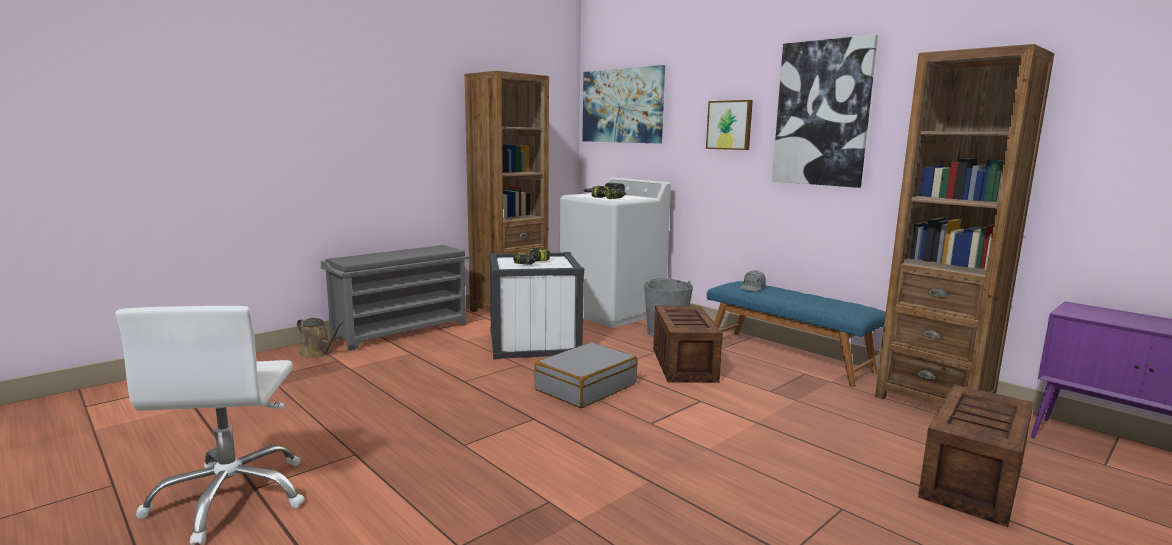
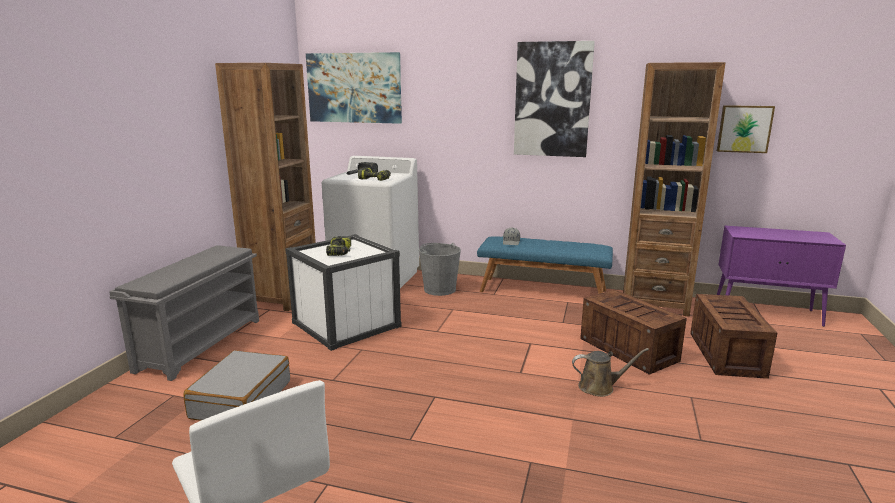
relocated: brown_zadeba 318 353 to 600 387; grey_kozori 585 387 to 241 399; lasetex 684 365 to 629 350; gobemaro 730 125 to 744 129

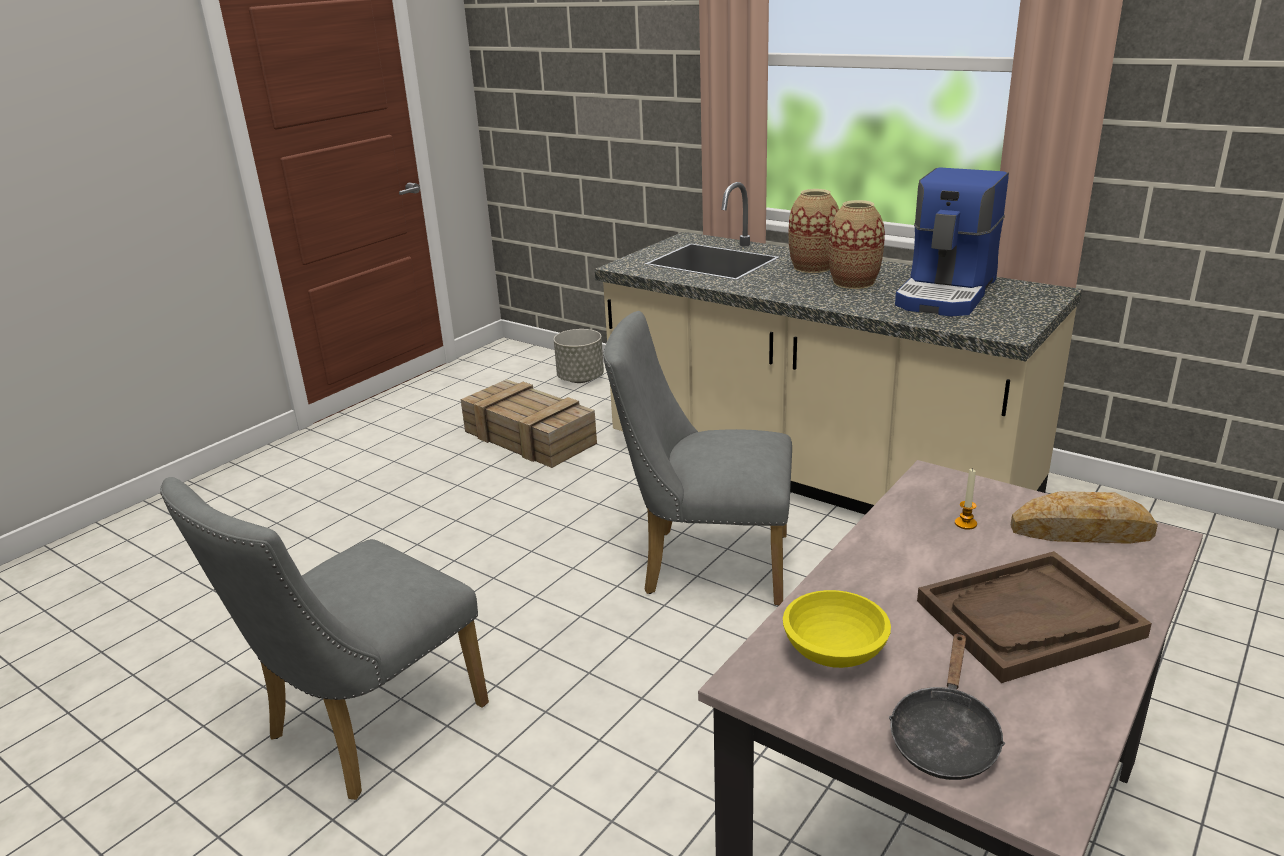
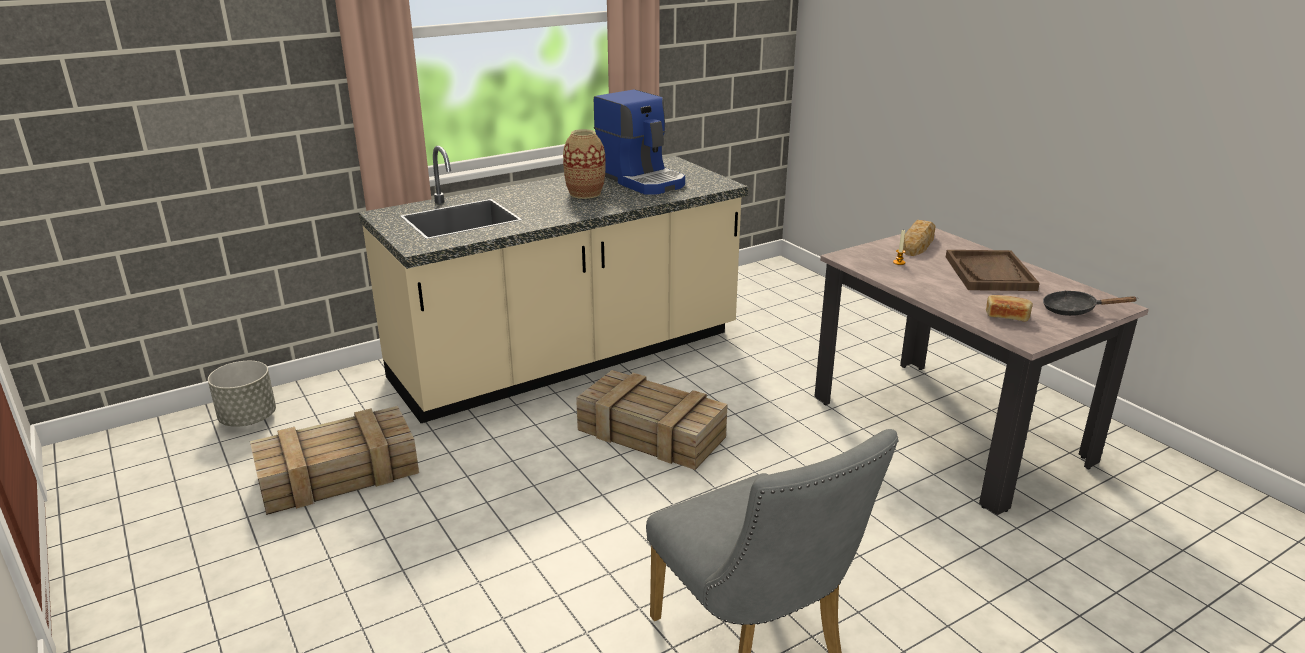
missing: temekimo 812 267
exchanged: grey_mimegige 704 564 to lasetex 649 433; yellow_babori 836 652 to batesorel 1007 316
spun: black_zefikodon 944 736 = 1074 310 150 degrees clockwise

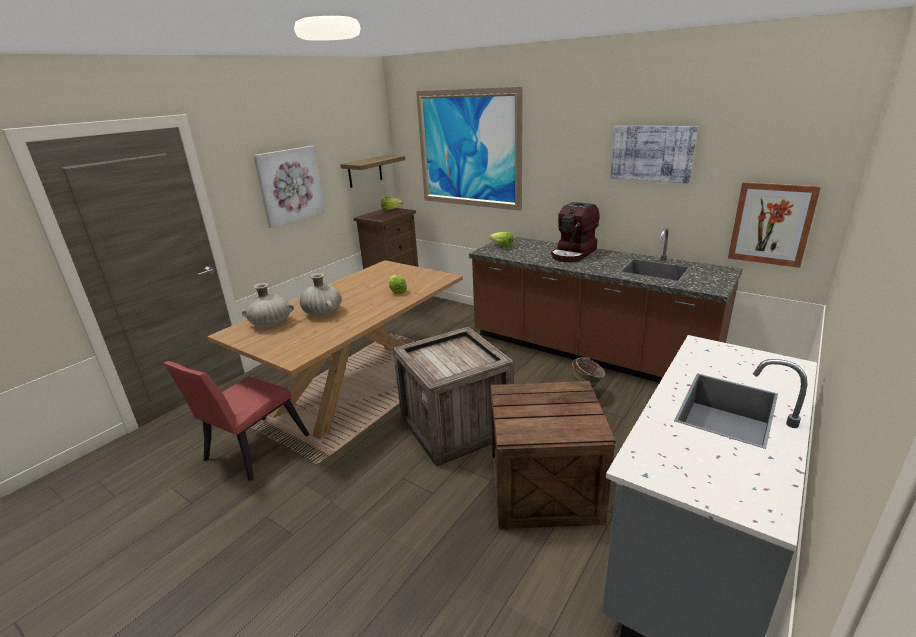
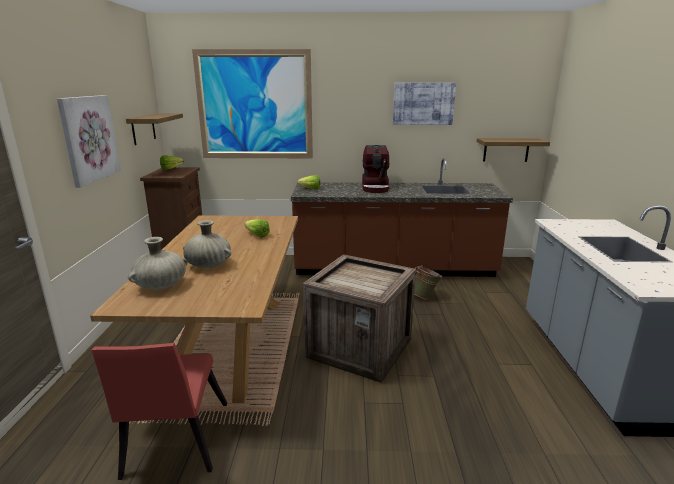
missing: lasetex 544 487
exchanged: gobemaro 771 224 to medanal 506 149

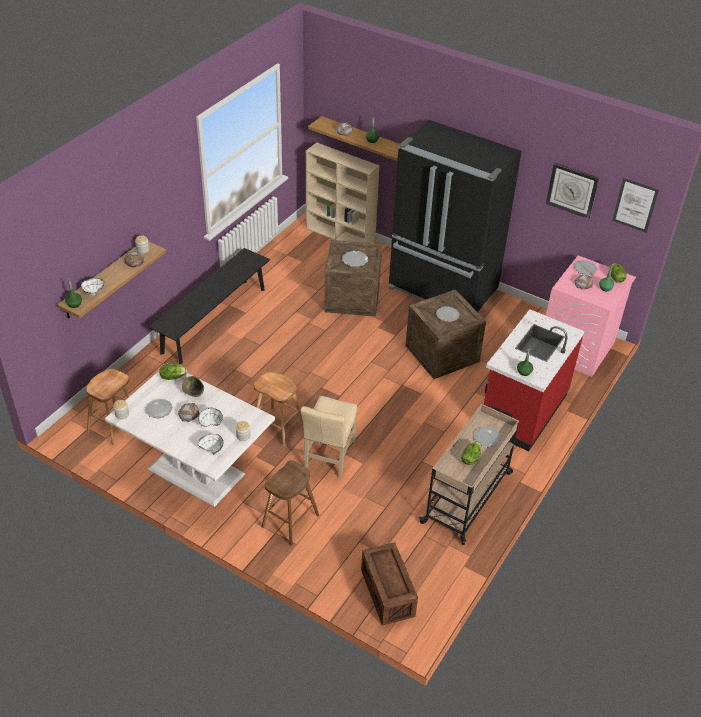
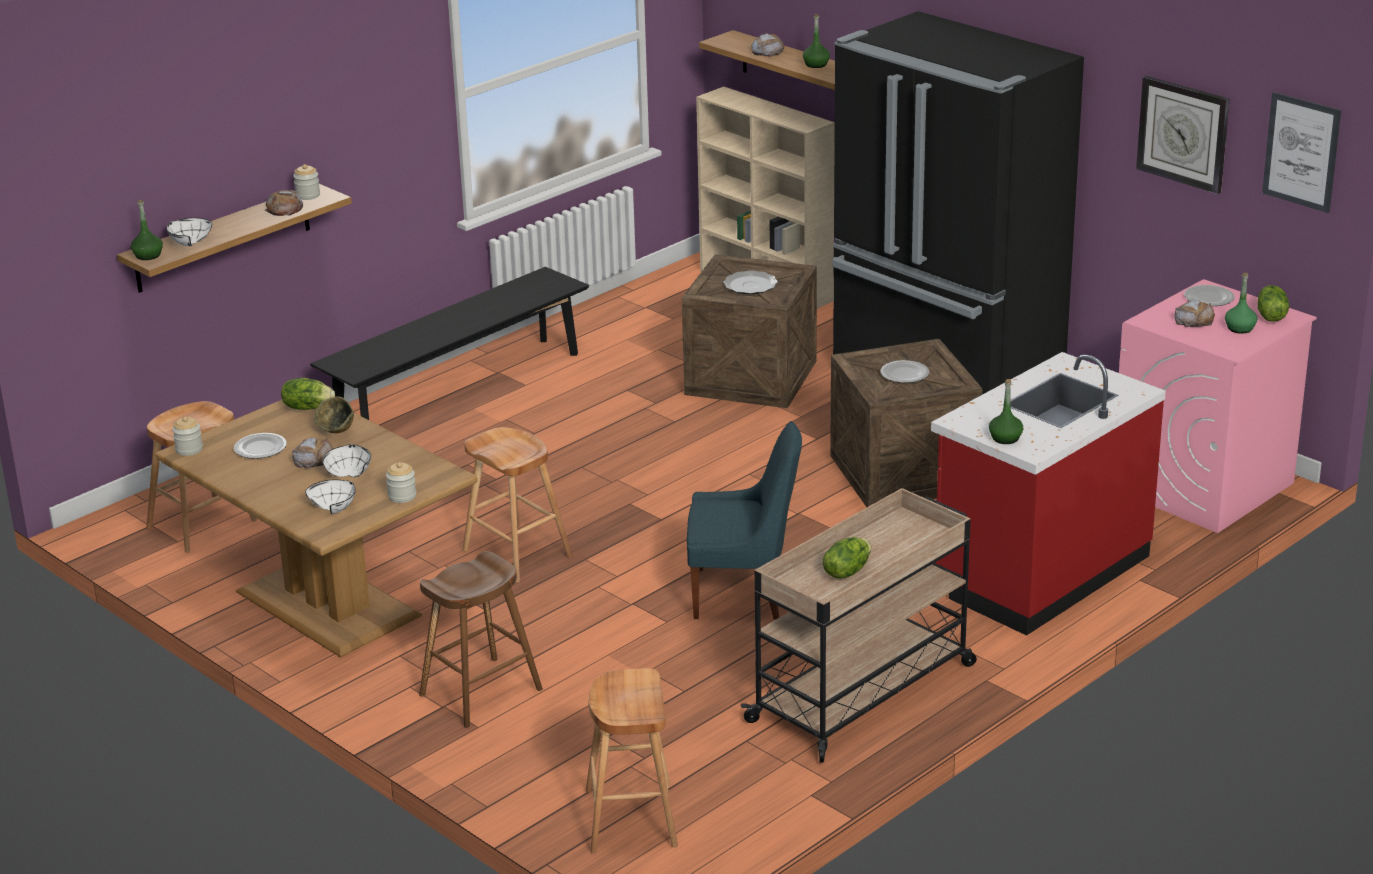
missing: beige_mimegige 329 456; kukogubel 486 437
appeared: blue_mimegige 743 594
exchanged: lasetex 387 593 to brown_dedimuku 631 818
colour: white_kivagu 196 471 to brown_kivagu 329 603

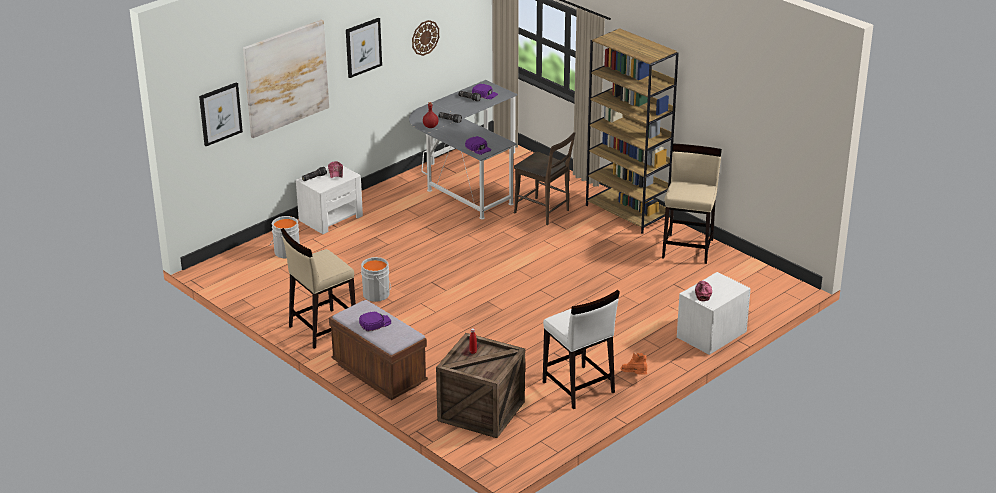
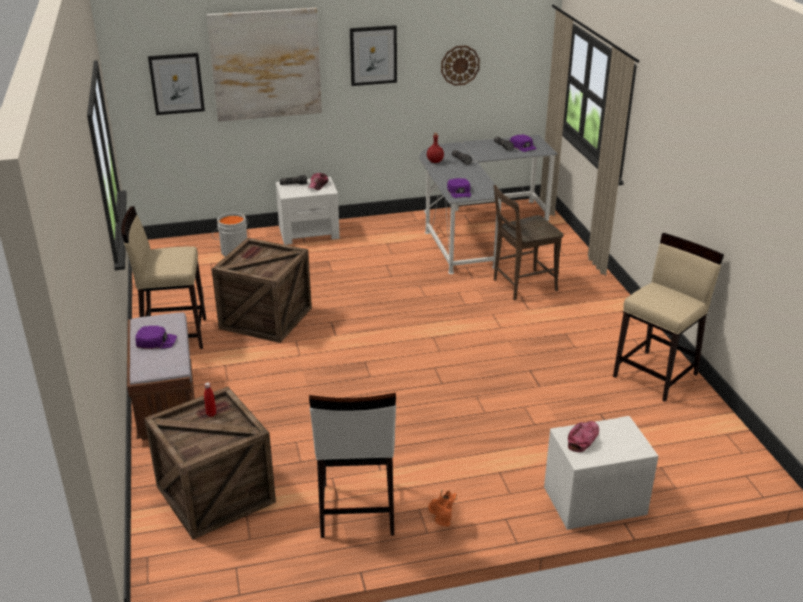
missing: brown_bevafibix 627 212
exchanged: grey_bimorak 377 294 to lasetex 265 317
spun: brown_mimegige 544 212 = 521 285 90 degrees clockwise

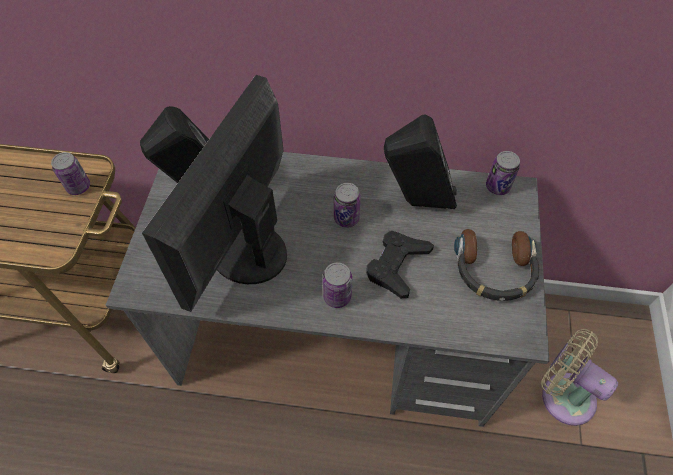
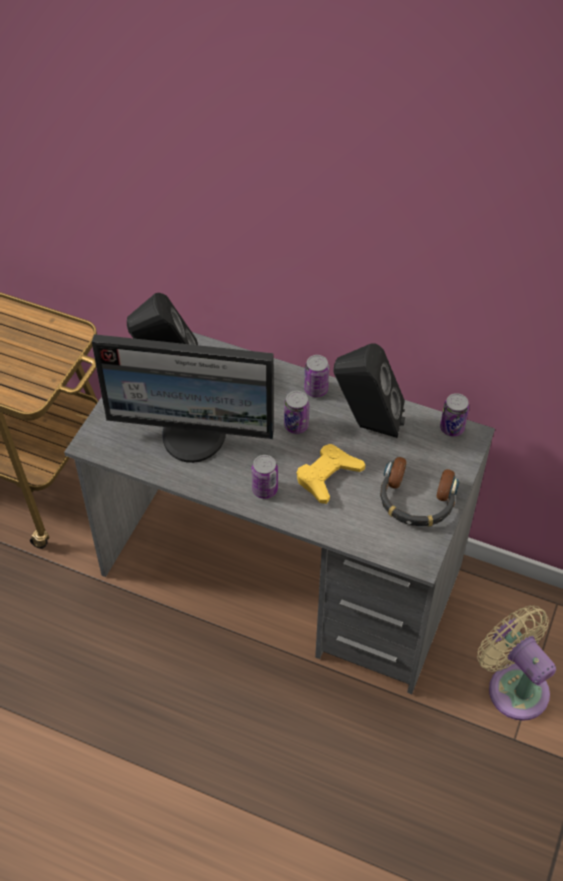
relocated: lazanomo 78 187 to 316 389
colour: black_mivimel 397 265 to yellow_mivimel 328 476
spun: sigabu 245 253 = 194 436 120 degrees counterclockwise

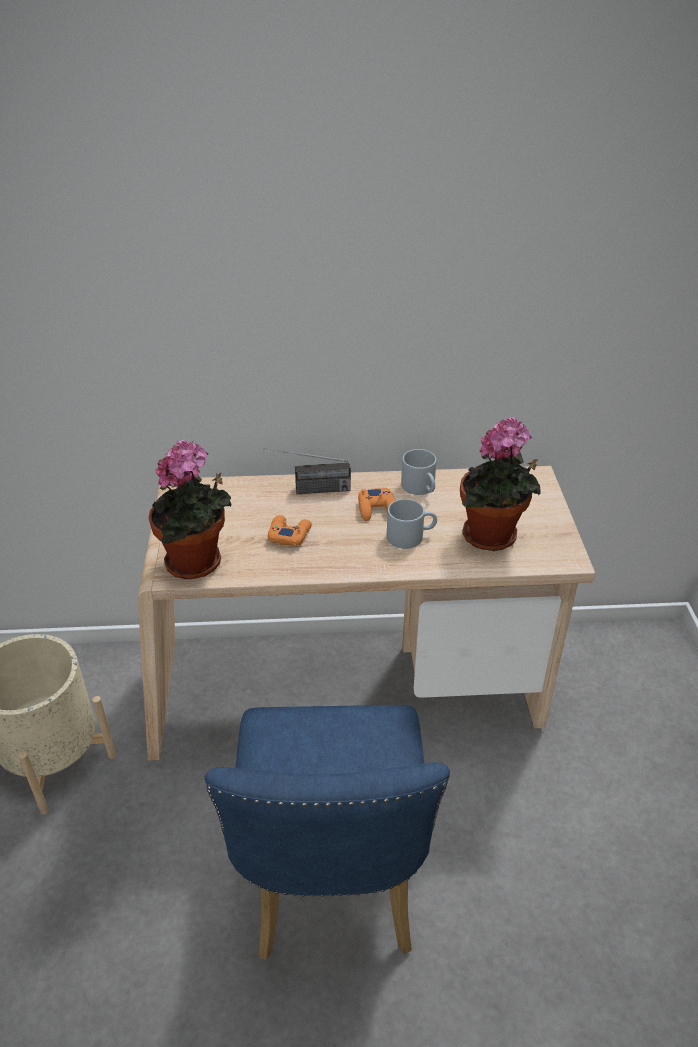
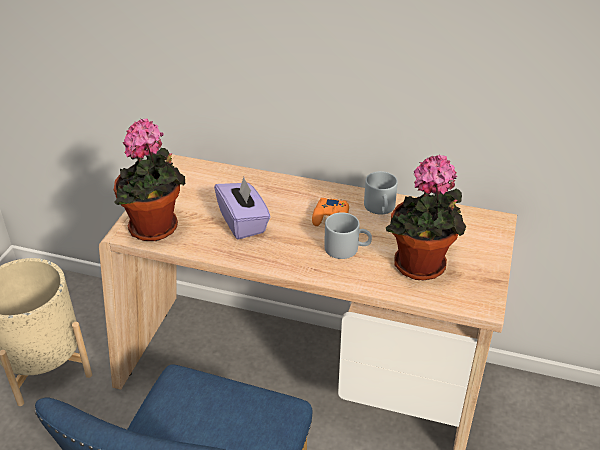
missing: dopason 308 490
exchanged: orange_mivimel 289 534 to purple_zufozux 243 222

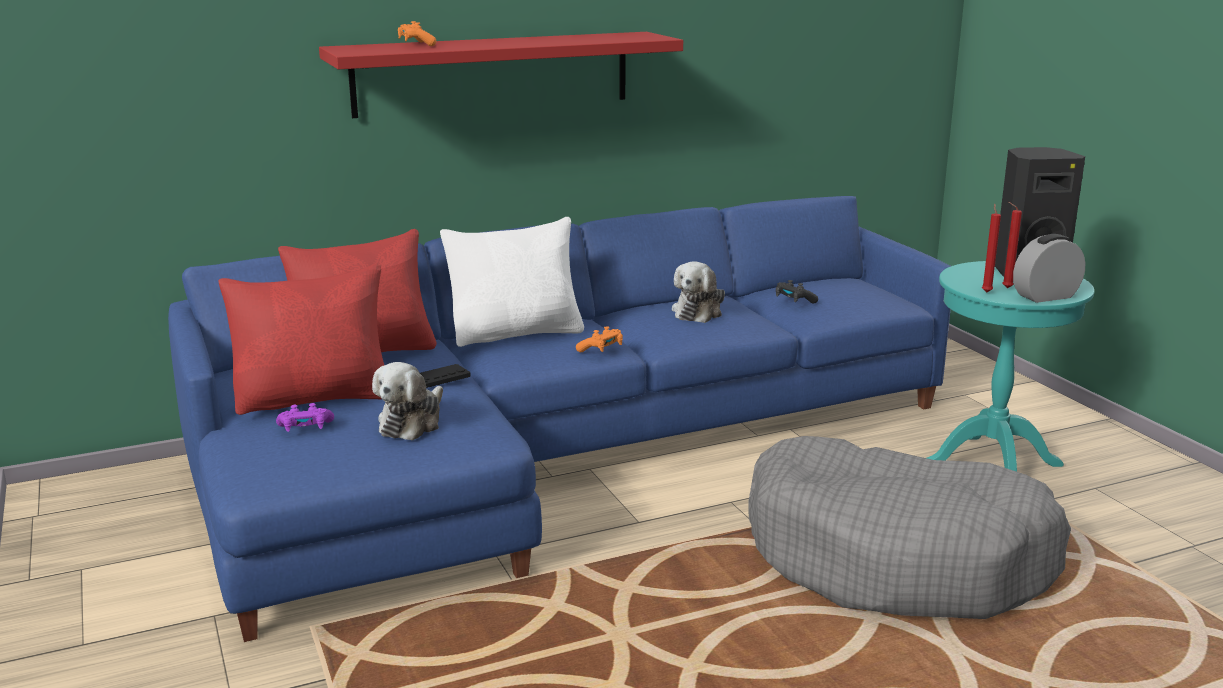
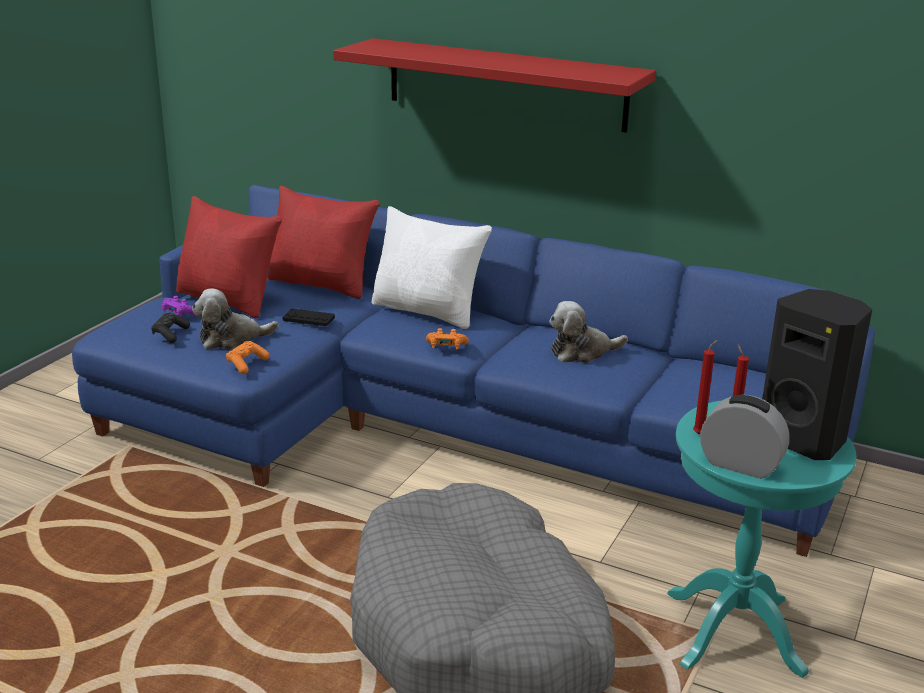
relocated: orange_mivimel 416 44 to 246 364; black_mivimel 794 301 to 170 334

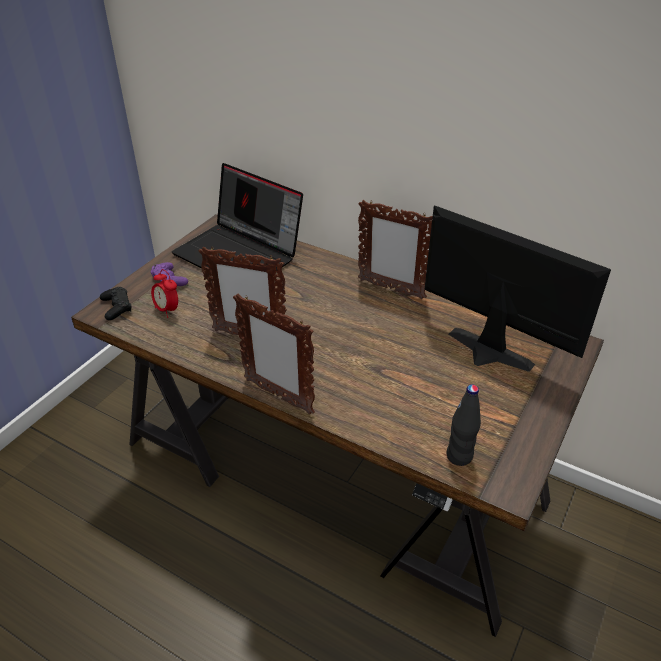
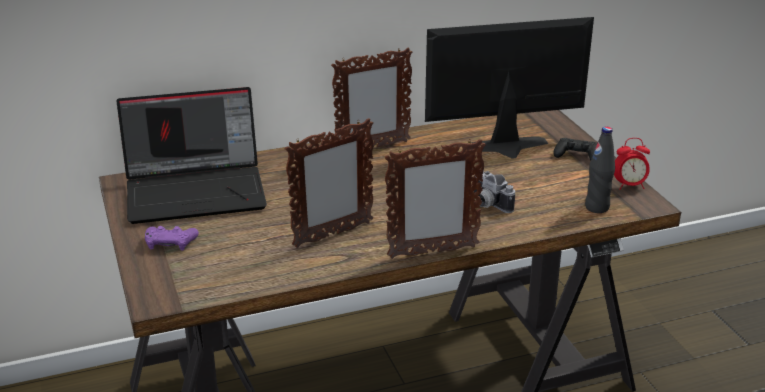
appeared: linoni 487 204
relocated: black_mivimel 116 307 to 576 155; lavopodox 167 310 to 629 186

